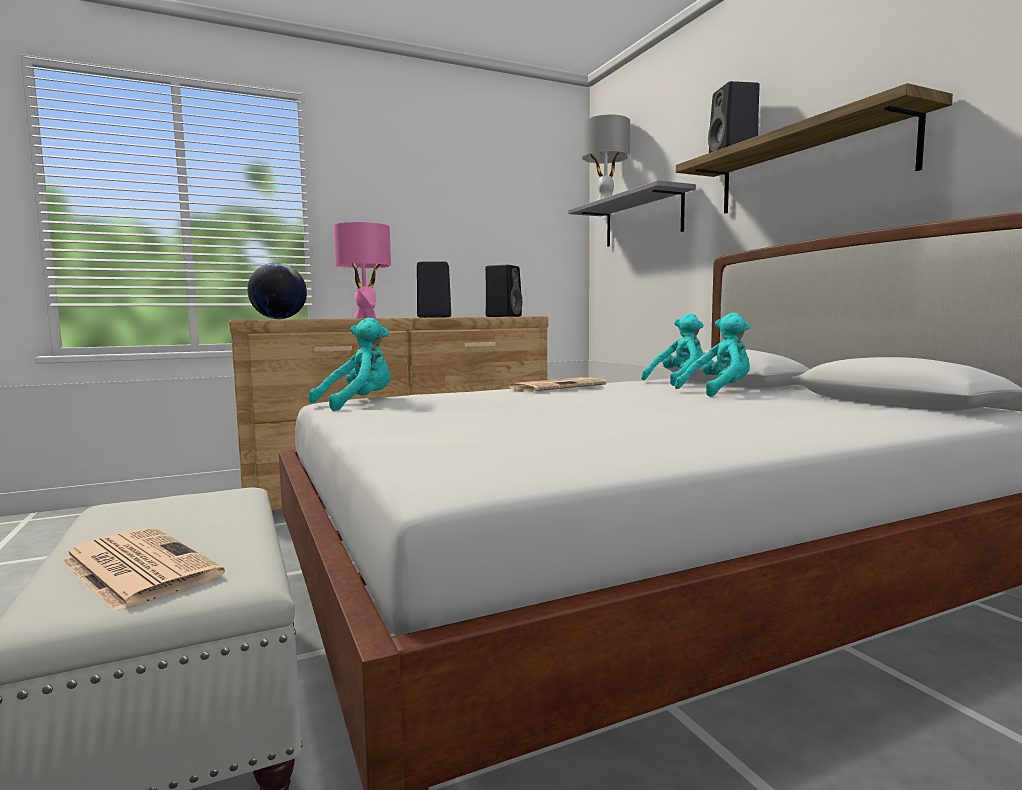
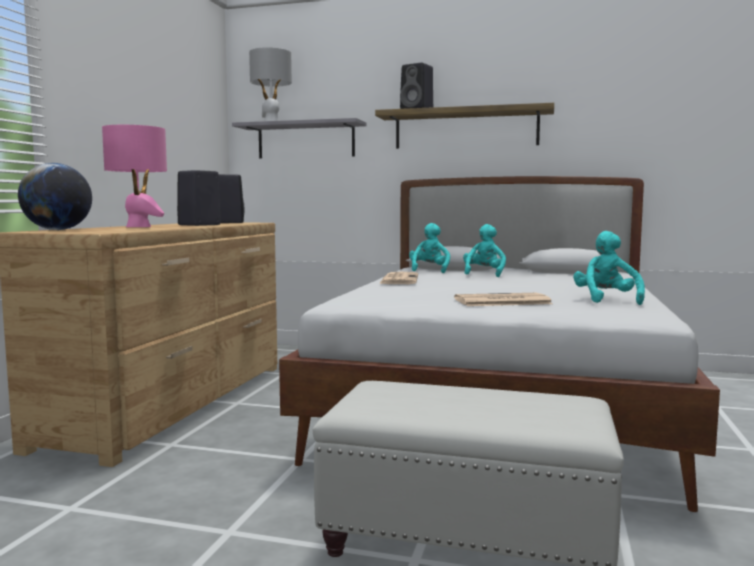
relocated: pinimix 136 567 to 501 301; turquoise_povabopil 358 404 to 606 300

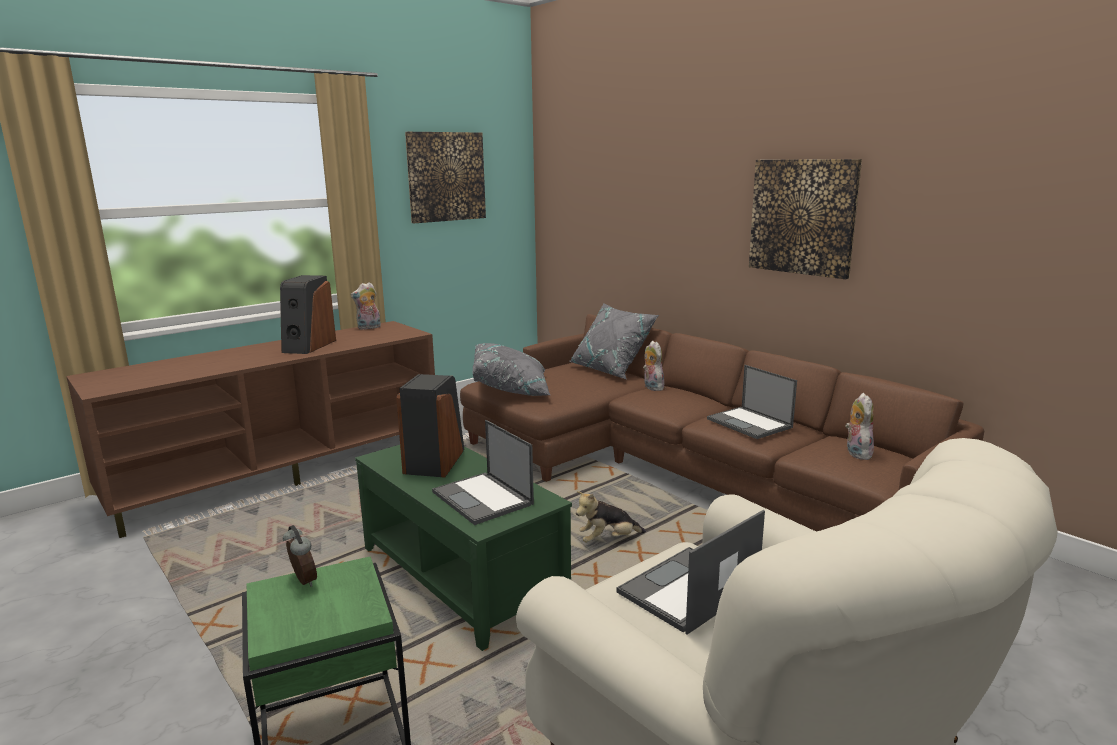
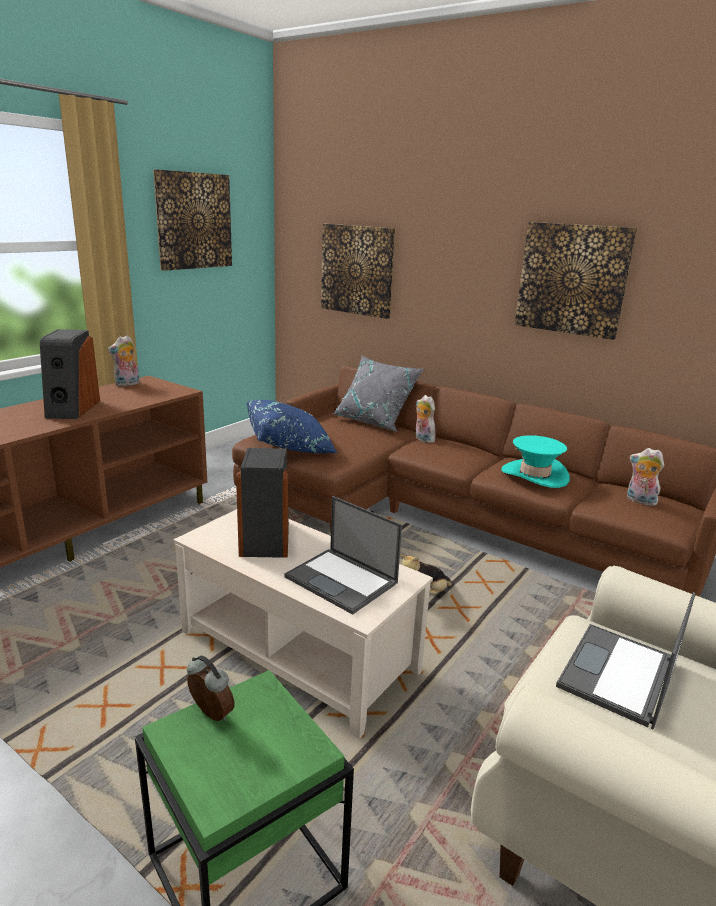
appeared: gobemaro 357 270
exchanged: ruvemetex 750 423 to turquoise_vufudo 534 475
colour: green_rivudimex 461 575 to beige_rivudimex 298 651; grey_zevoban 511 389 to blue_zevoban 290 446
spun: povabopil 856 453 = 639 501 45 degrees counterclockwise

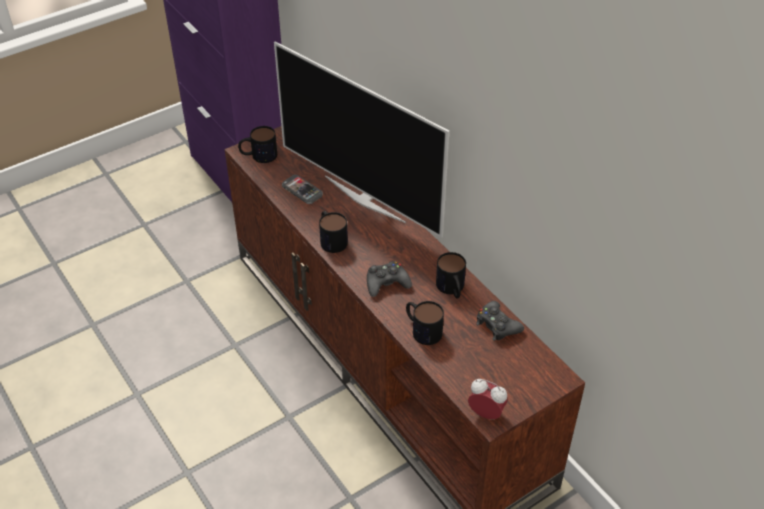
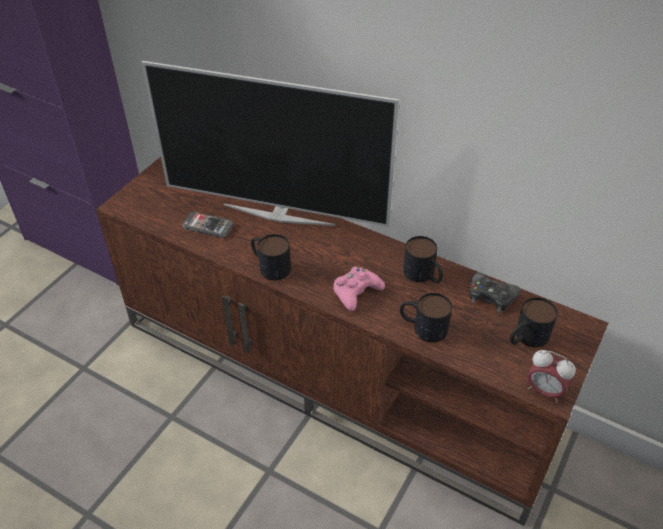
relocated: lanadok 258 155 to 526 338
colour: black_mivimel 386 283 to pink_mivimel 356 292
spun: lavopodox 486 413 = 544 391 150 degrees counterclockwise

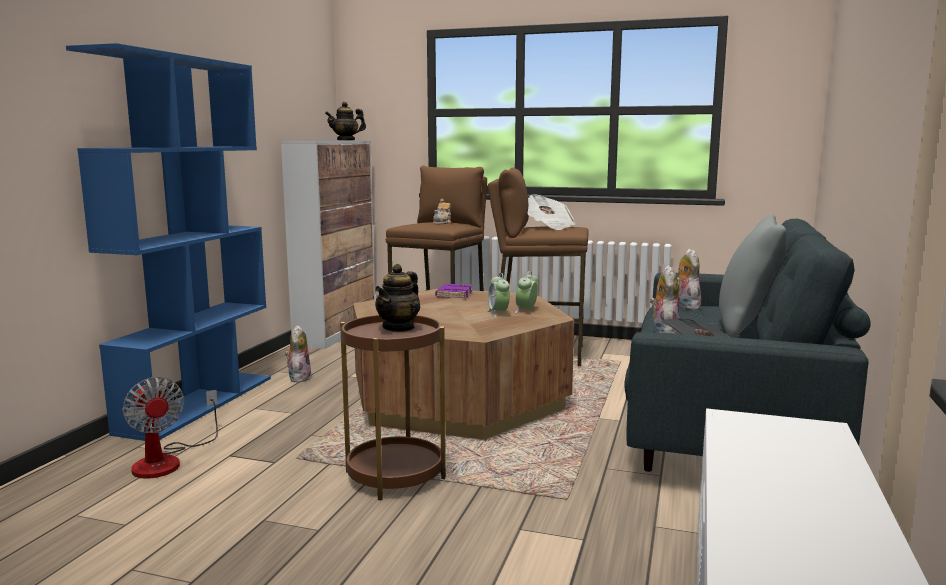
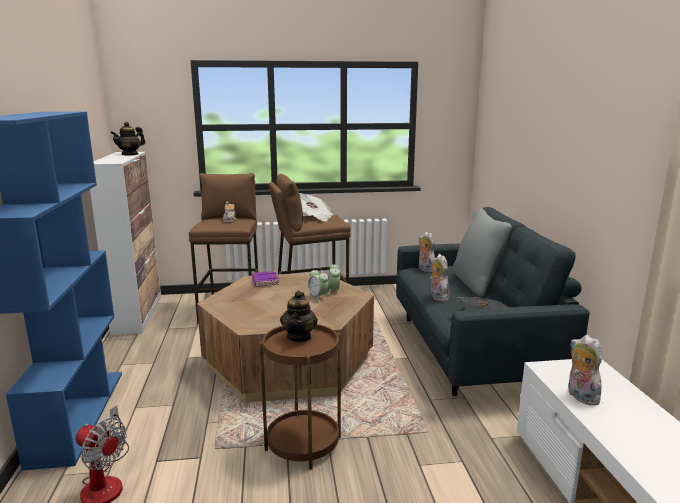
relocated: povabopil 298 378 to 580 396

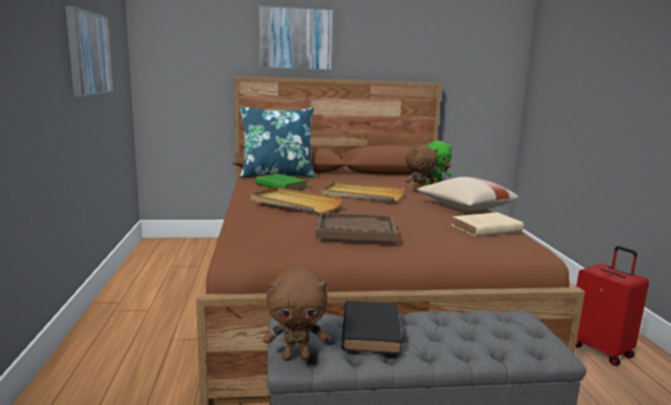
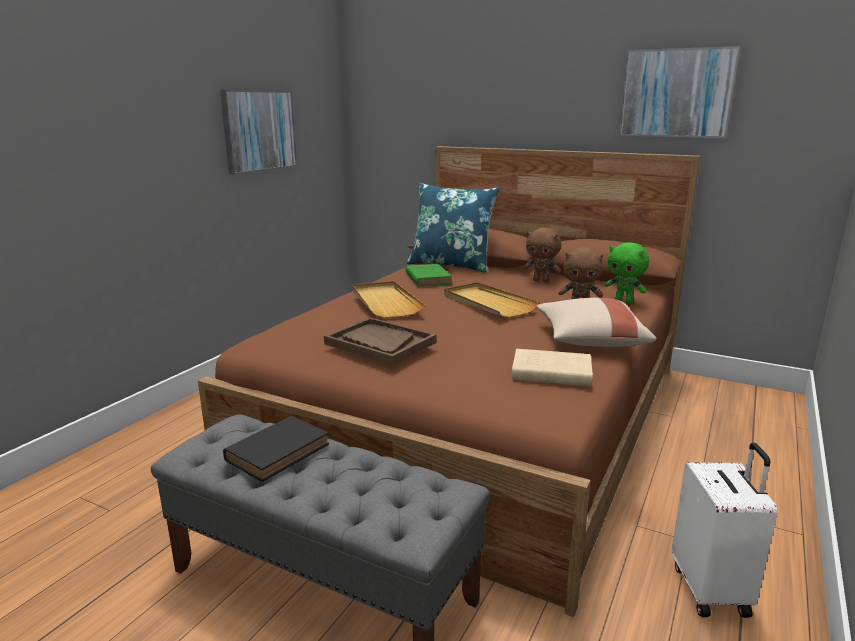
relocated: gobemaro 295 38 to 676 93; brown_povabopil 296 357 to 541 280
colour: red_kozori 601 350 to white_kozori 712 590

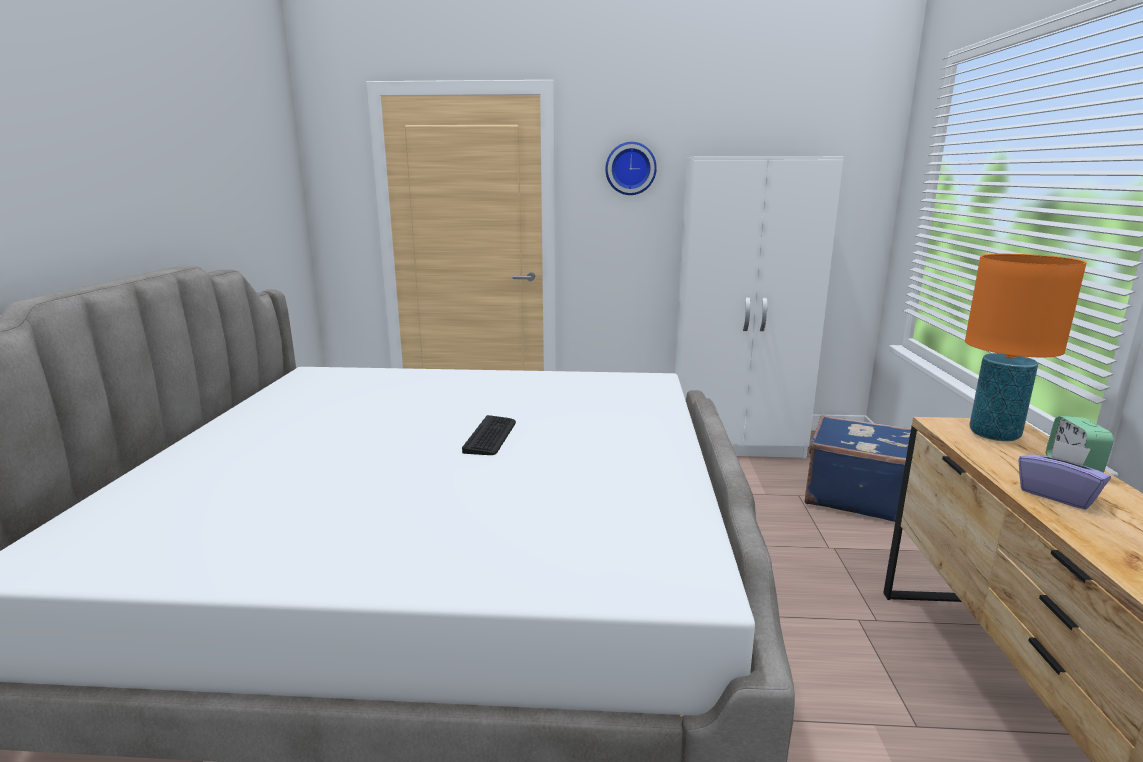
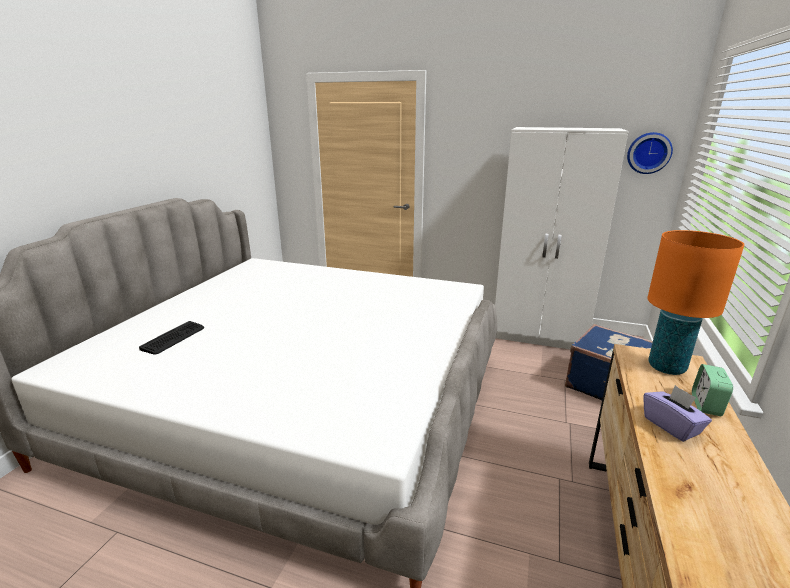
relocated: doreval 490 436 to 174 338; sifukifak 630 168 to 648 153

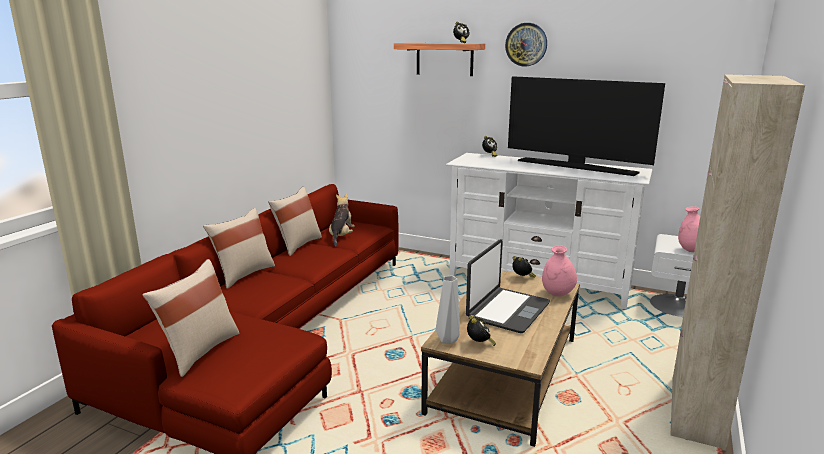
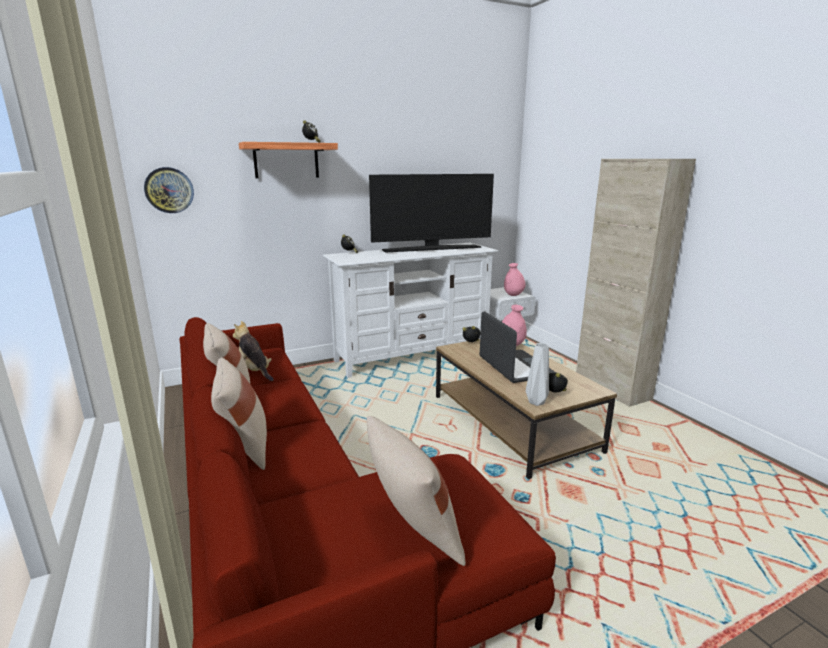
relocated: sifukifak 526 44 to 169 190

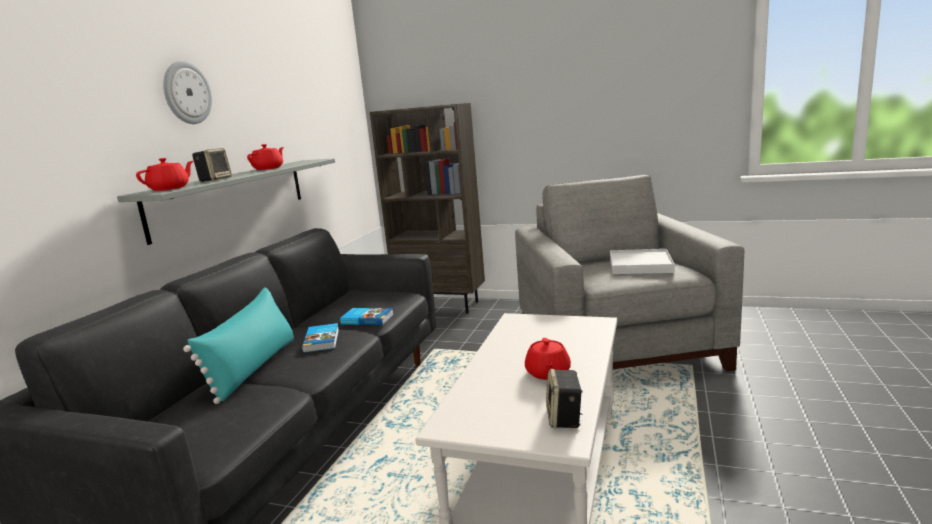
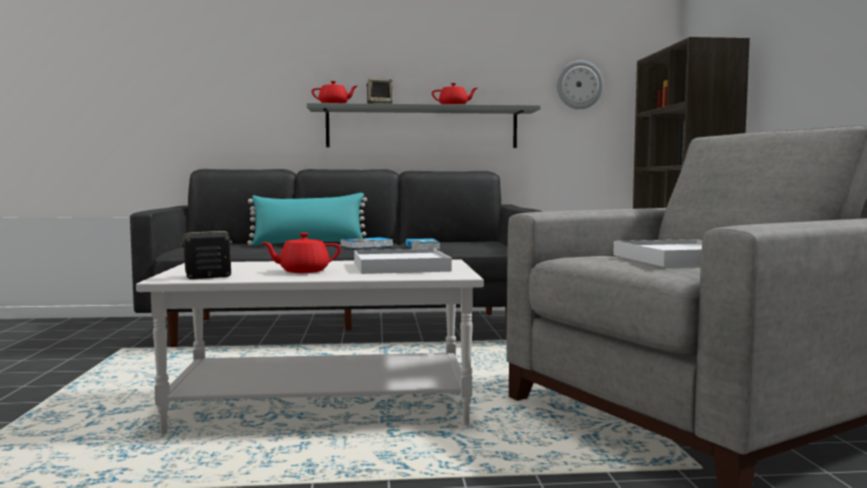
appeared: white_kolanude 400 267
relocated: sifukifak 186 93 to 579 85

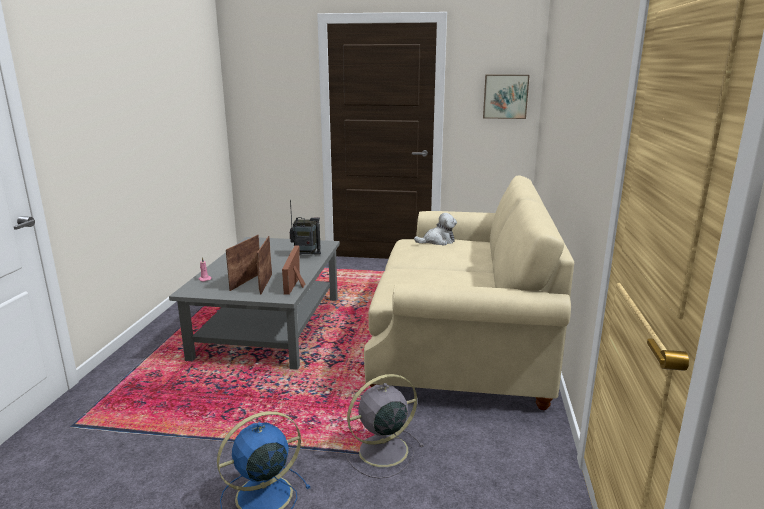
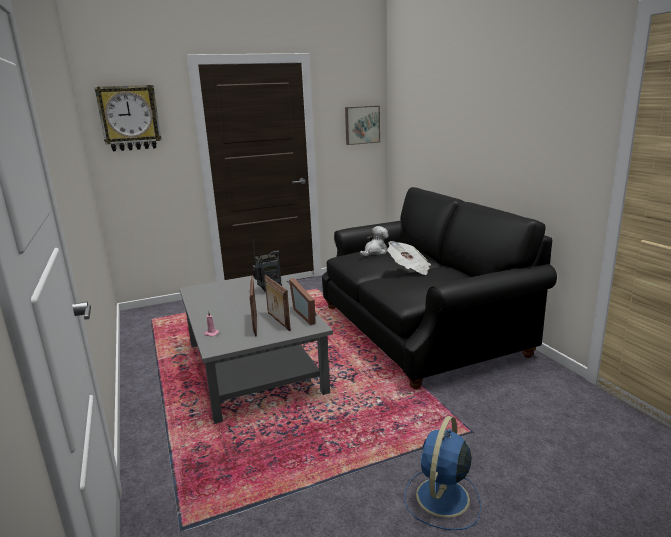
missing: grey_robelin 380 451
appeared: sifukifak 129 118; pinimix 409 269
colour: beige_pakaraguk 461 341 to black_pakaraguk 419 329

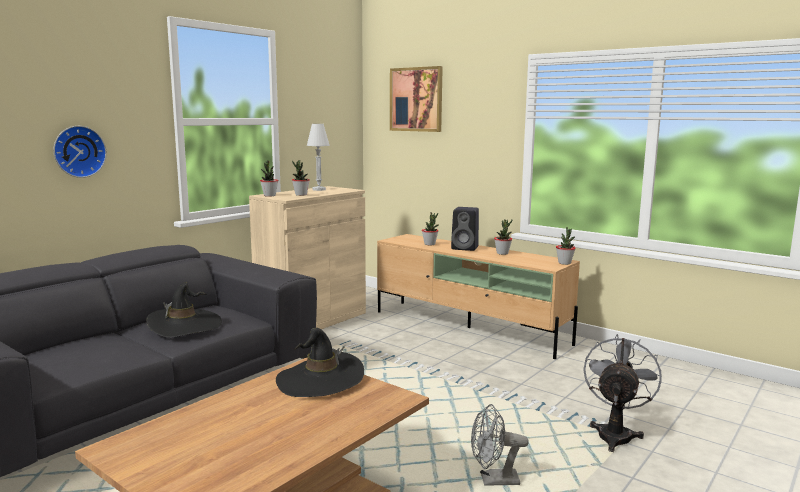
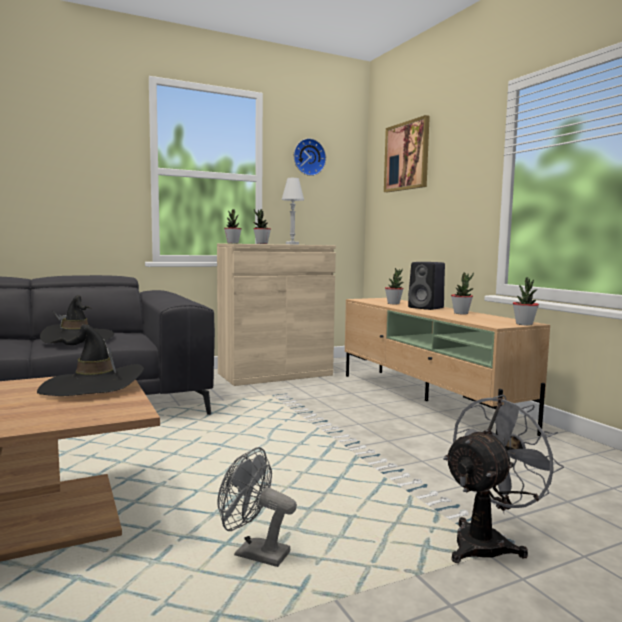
relocated: sifukifak 78 151 to 308 157

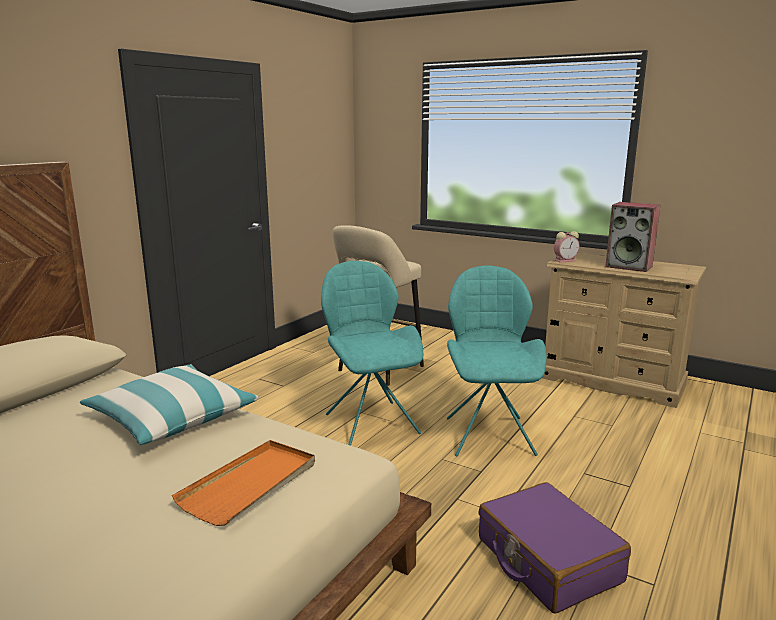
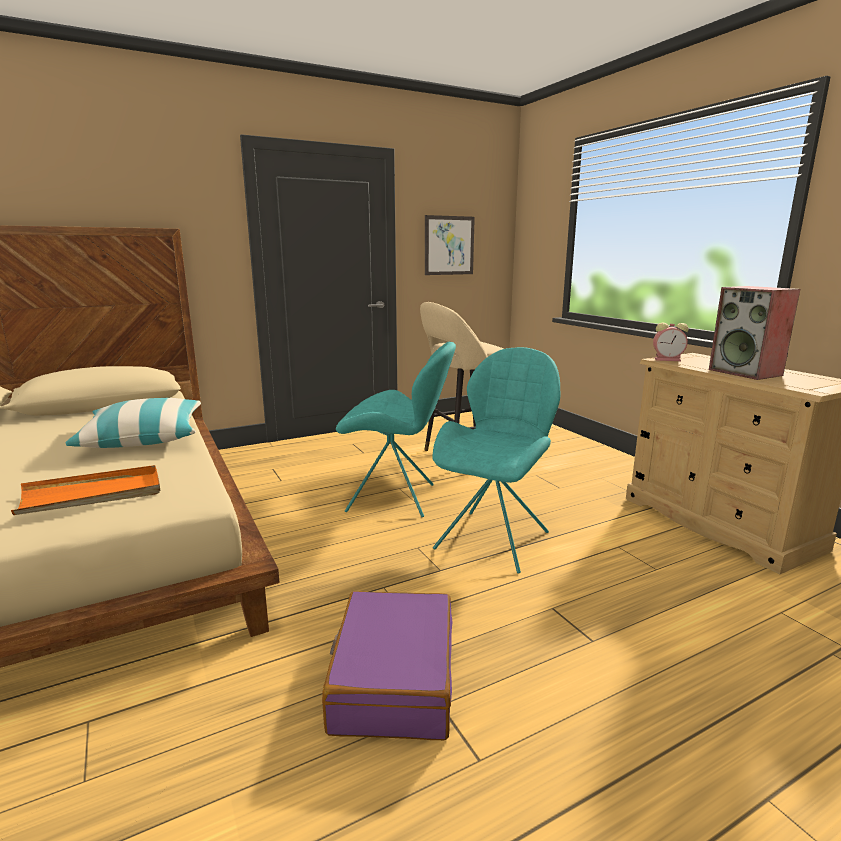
appeared: gobemaro 449 245
spun: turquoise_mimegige 370 422 = 395 498 90 degrees clockwise

